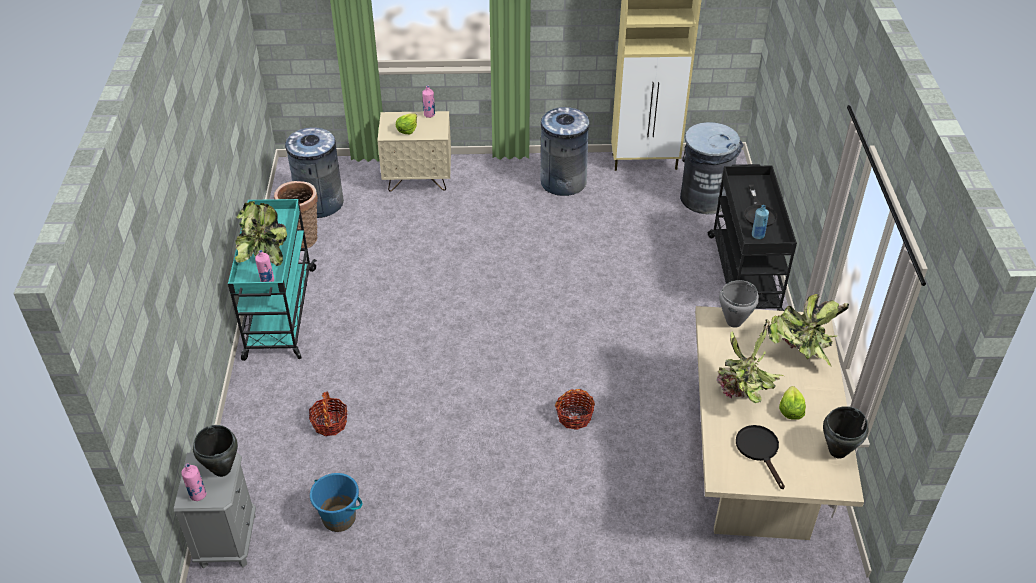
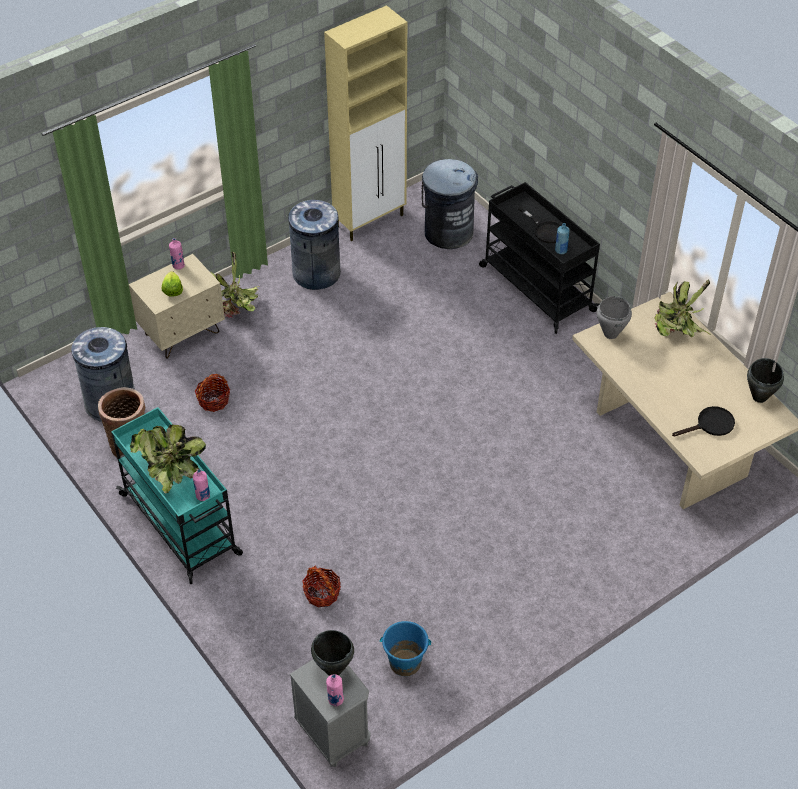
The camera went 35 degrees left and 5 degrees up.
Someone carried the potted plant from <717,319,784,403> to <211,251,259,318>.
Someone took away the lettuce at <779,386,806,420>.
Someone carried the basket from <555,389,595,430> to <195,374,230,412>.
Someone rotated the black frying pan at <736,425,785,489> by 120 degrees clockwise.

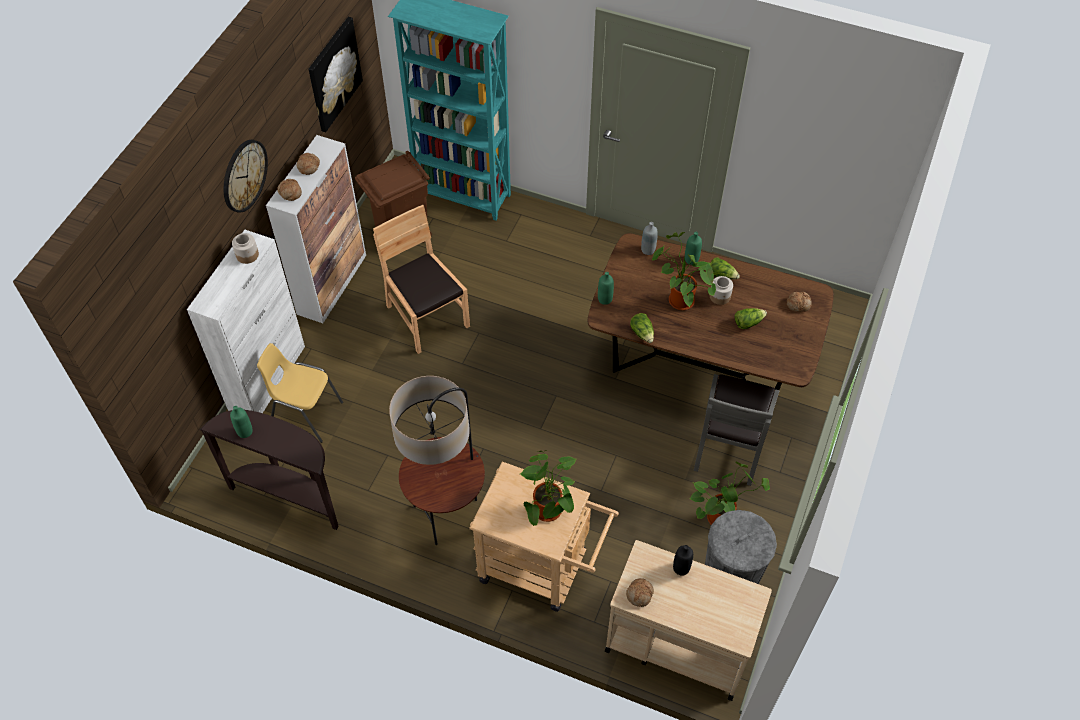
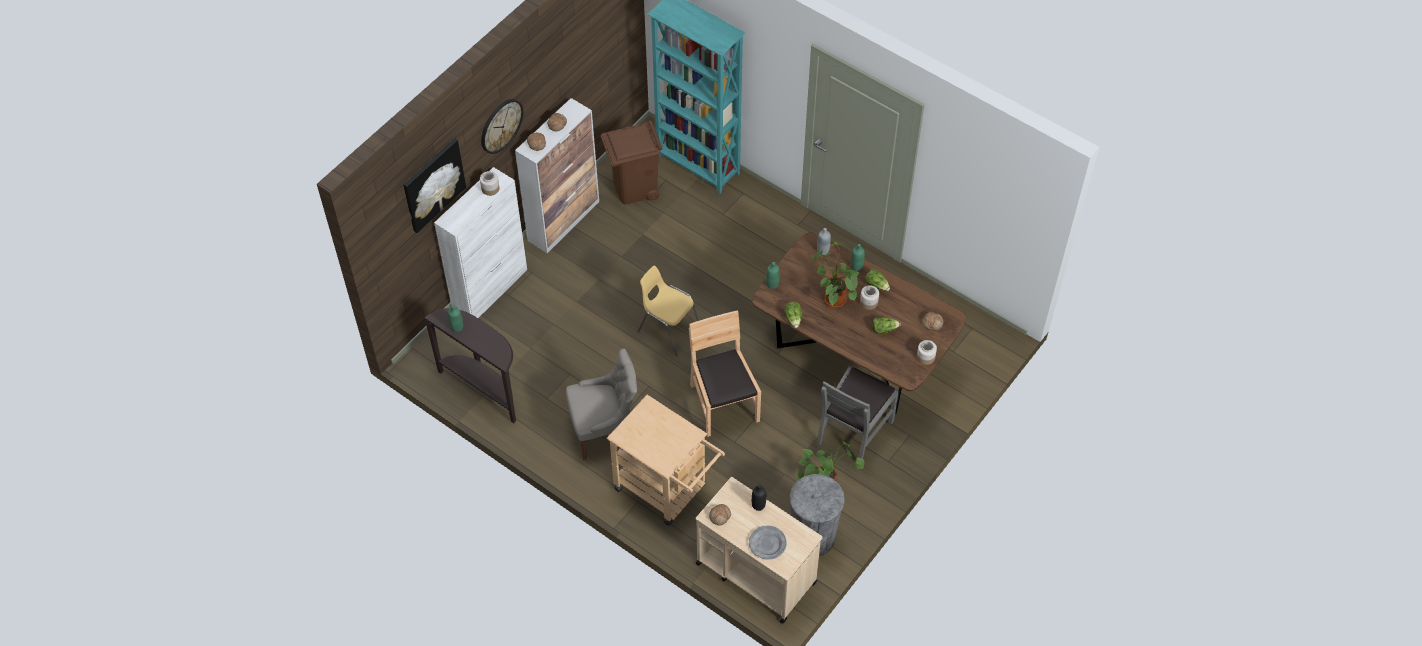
The camera went 15 degrees right and 0 degrees up.
Someone carried the picture from <309,17,363,132> to <403,138,466,233>.
Someone carried the brown chair from <373,205,470,354> to <689,310,761,437>.
Someone carried the yellow chair from <257,343,343,443> to <637,265,699,356>.
Someone swapped the floor lamp at <389,376,485,545> for the grey chair at <566,348,637,461>.
Someone took away the potted plant at <520,450,576,526>.
Someone put down the jar at <917,340,937,365>.
Someone put down the grey plate at <749,525,787,560>.

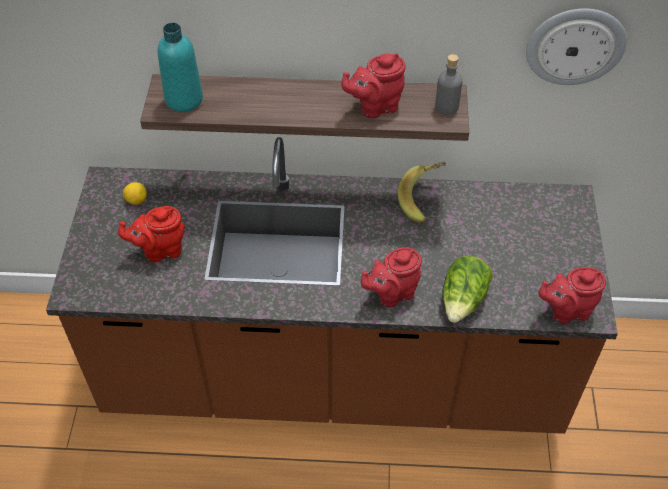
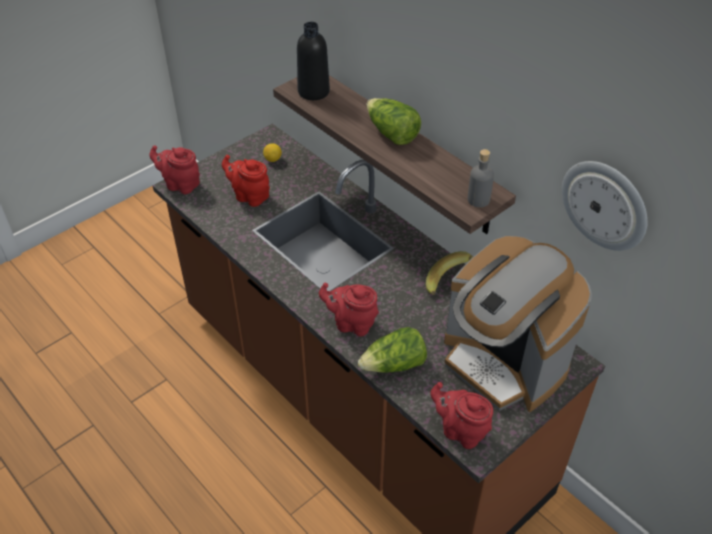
The camera went 45 degrees right and 5 degrees down.
Someone repainted the turquoise bottle at <158,23,203,112>, which became the black bottle at <297,22,330,100>.
Someone carried the red teapot from <341,53,406,118> to <149,145,200,194>.
Someone put down the lettuce at <366,98,421,145>.
Someone put down the coffee machine at <444,236,592,412>.

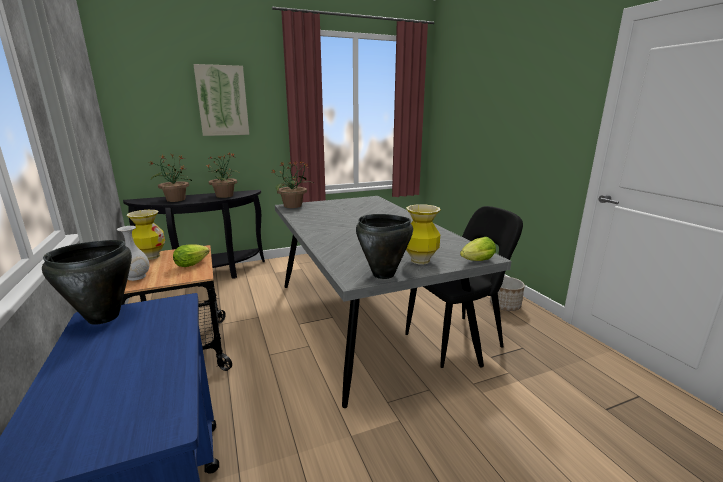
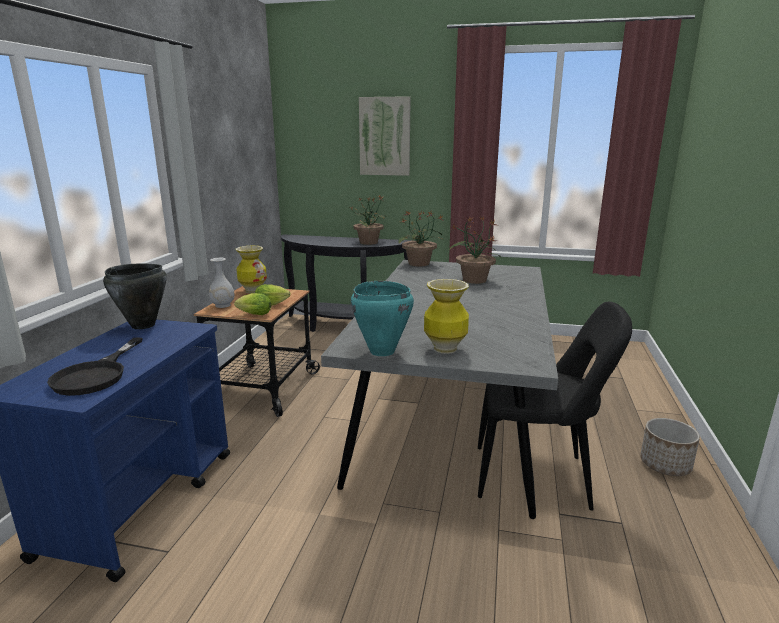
The camera went 35 degrees right and 0 degrees up.
Someone carried the potted plant from <149,154,192,202> to <449,216,501,284>.
Someone repainted the black cooking pot at <356,214,413,279>, which became the turquoise cooking pot at <351,281,414,356>.
Someone carried the lettuce from <460,237,496,261> to <234,293,271,315>.
Someone put down the black frying pan at <47,338,143,396>.

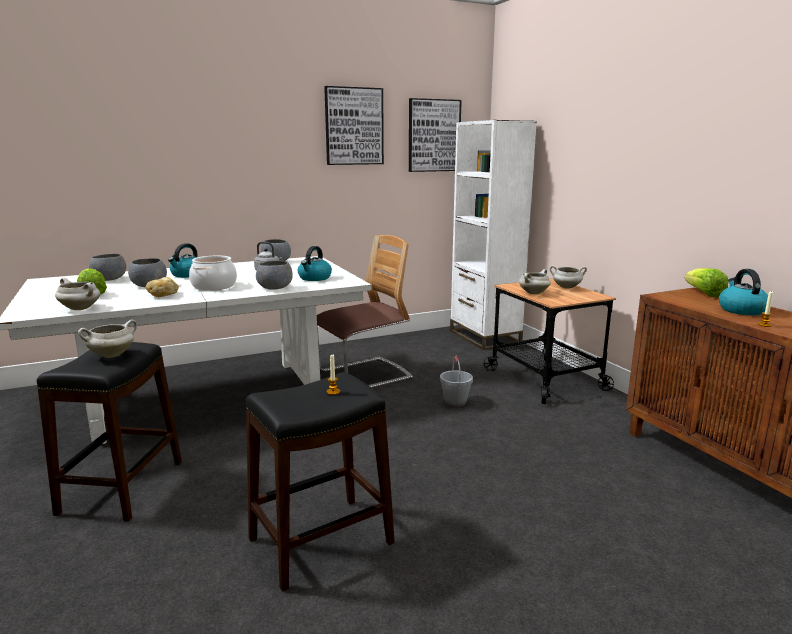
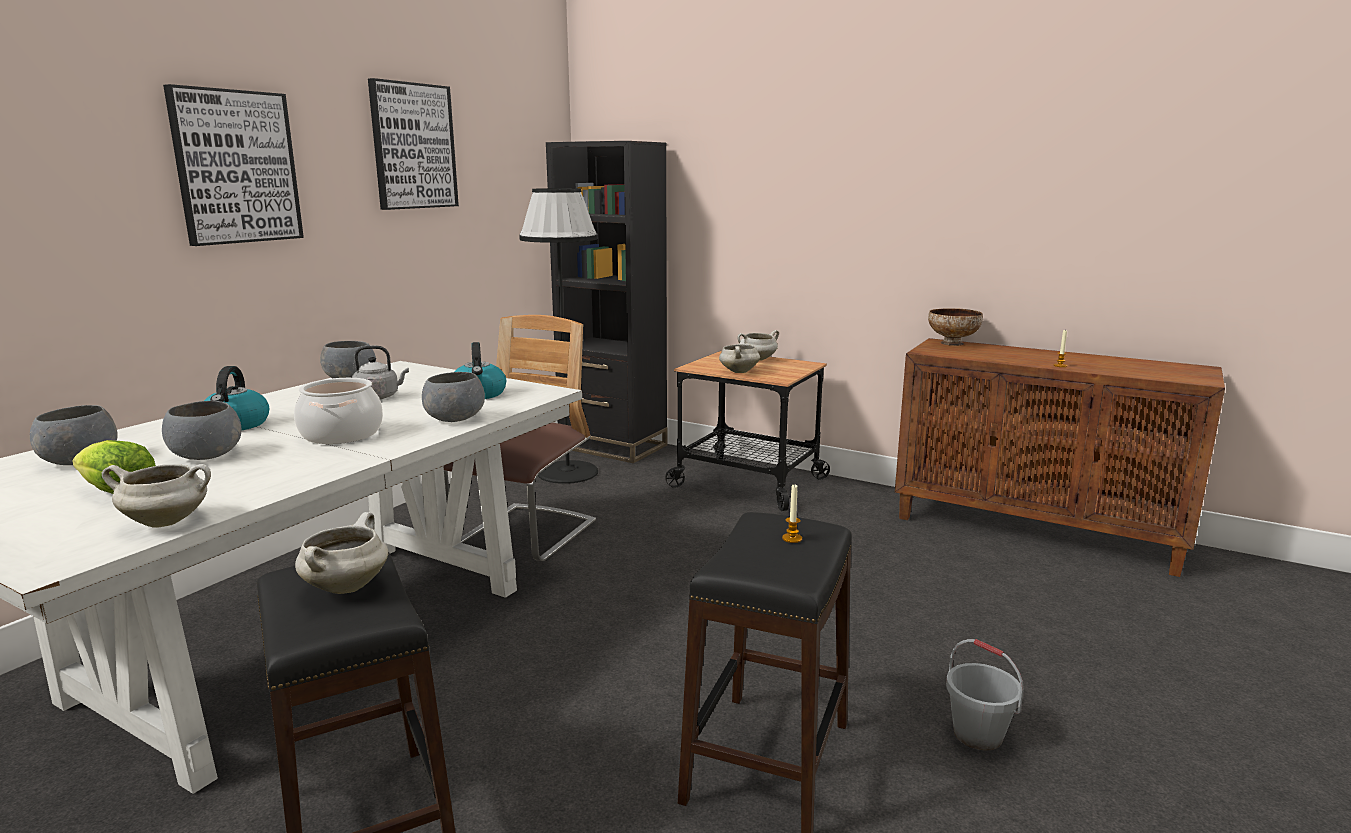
The camera went 35 degrees left and 0 degrees up.
Someone carried the picture from <409,98,462,172> to <163,84,304,246>.
Someone repainted the white bookcase at <450,120,537,350>, which became the black bookcase at <546,141,668,463>.
Someone swapped the lettuce at <684,268,728,297> for the bowl at <928,308,983,346>.
Someone took away the kettle at <719,269,768,315>.
Someone took away the bread at <146,277,179,297>.
Someone carried the grey bucket from <440,356,473,407> to <946,639,1024,750>.
Someone put down the black floor lamp at <519,188,598,484>.

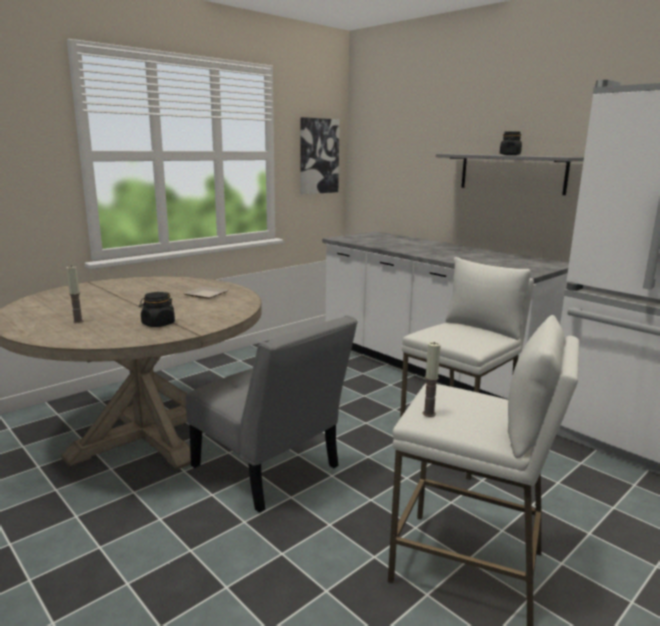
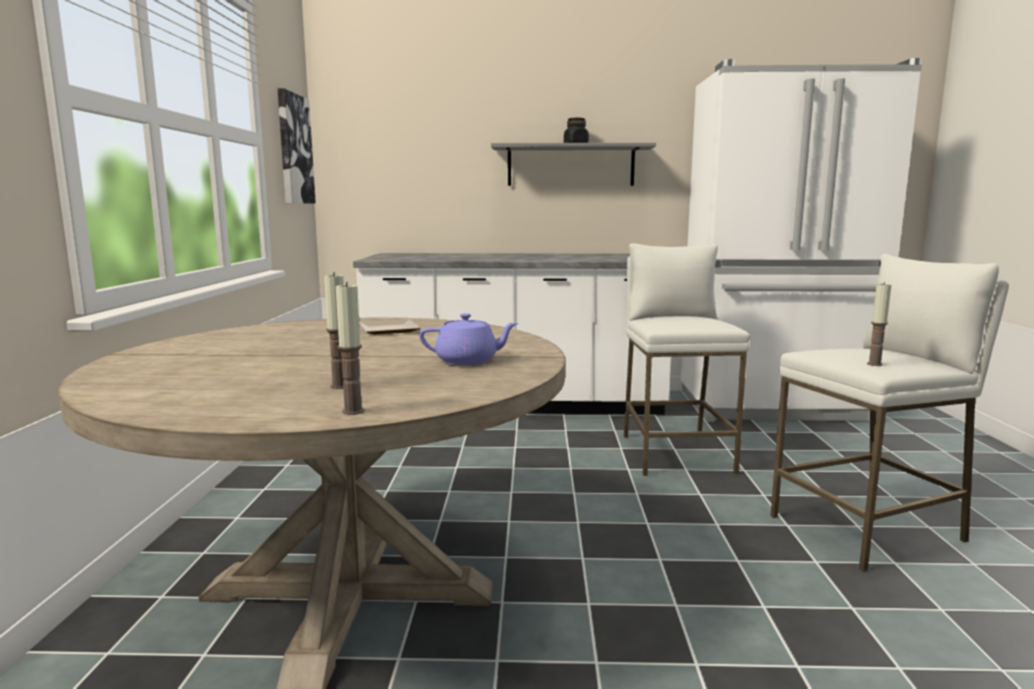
The camera went 45 degrees left and 5 degrees down.
Someone swapped the black jar at <139,292,175,327> for the purple teapot at <419,313,518,365>.
Someone took away the grey chair at <186,315,358,513>.
Someone put down the candle at <336,282,365,415>.

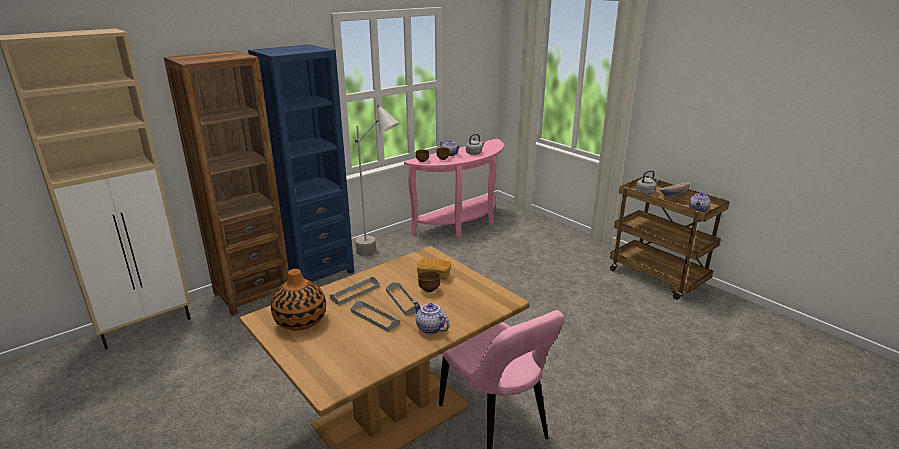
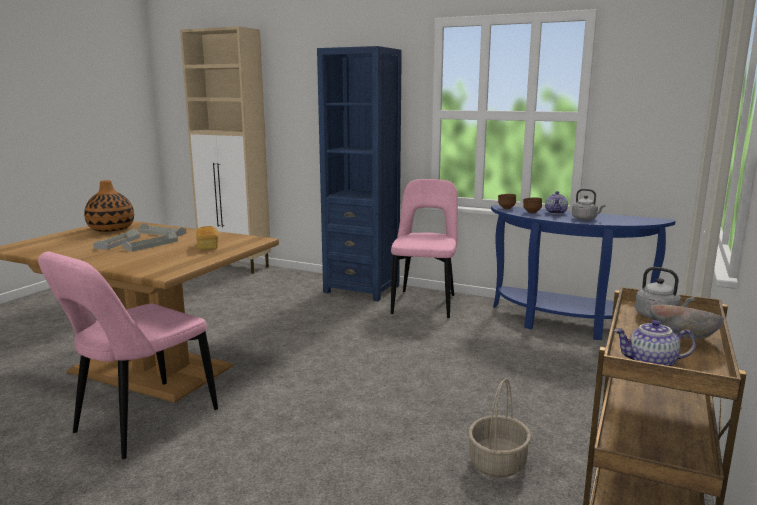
The camera went 65 degrees right and 10 degrees down.
Someone took away the brown bookcase at <164,51,289,316>.
Someone swapped the grey floor lamp at <353,105,399,256> for the pink chair at <391,179,458,318>.
Someone repainted the pink console table at <404,139,504,237>, which became the blue console table at <491,205,676,340>.
Someone took away the brown bowl at <418,271,440,293>.
Someone took away the teapot at <413,301,449,334>.
Someone put down the basket at <468,378,531,478>.

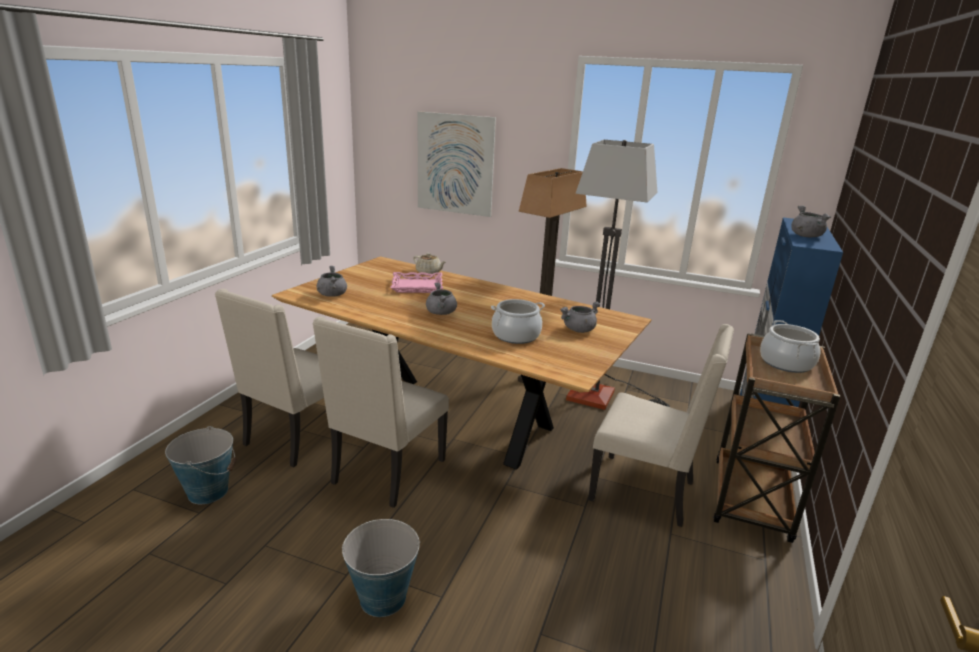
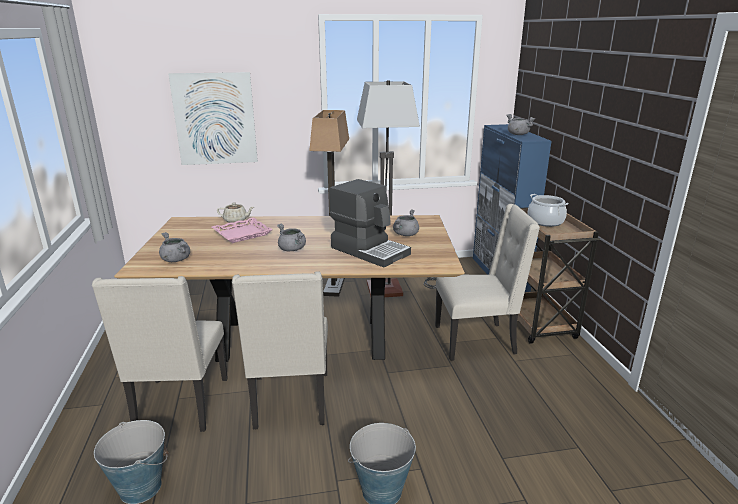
The camera went 30 degrees left and 0 degrees up.
Someone swapped the cooking pot at <491,299,545,344> for the coffee machine at <329,179,411,267>.

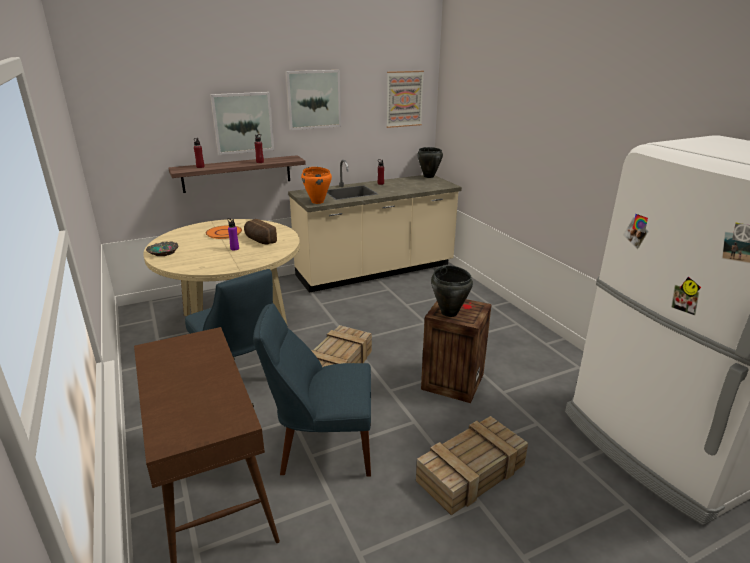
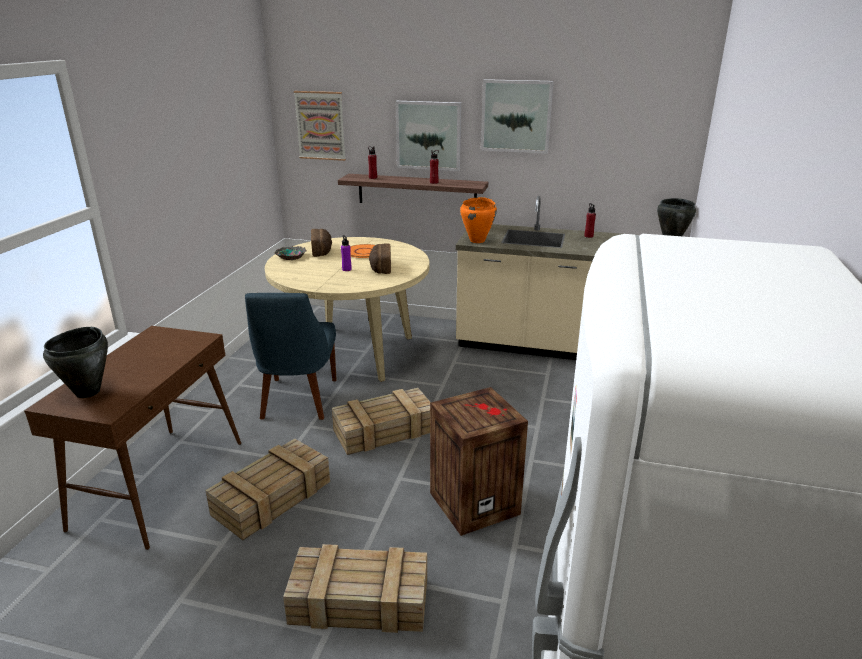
The camera went 40 degrees right and 0 degrees up.
Someone carried the picture from <386,71,424,128> to <294,91,346,161>.
Someone carried the black cooking pot from <431,265,473,317> to <43,327,108,398>.
Someone swapped the blue chair at <253,303,371,477> for the crate at <205,438,330,540>.
Someone put down the bread at <311,229,332,257>.

